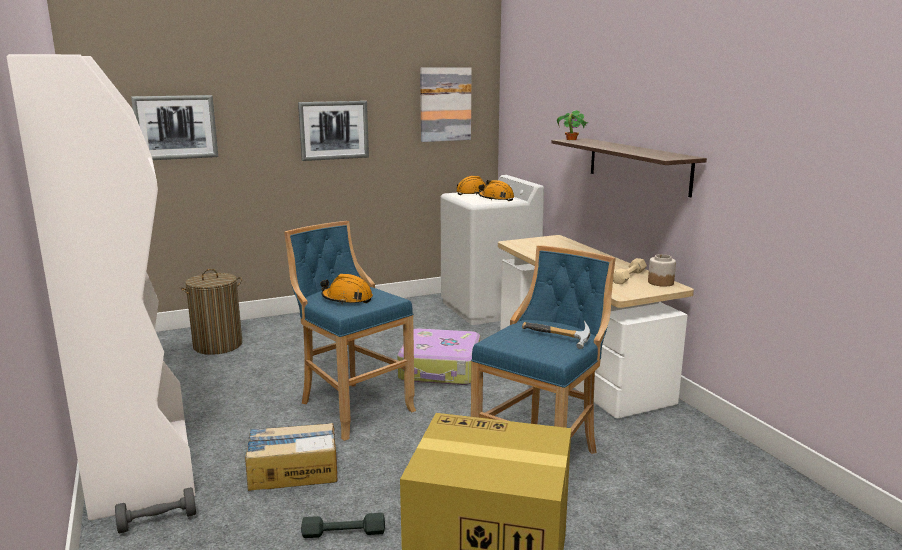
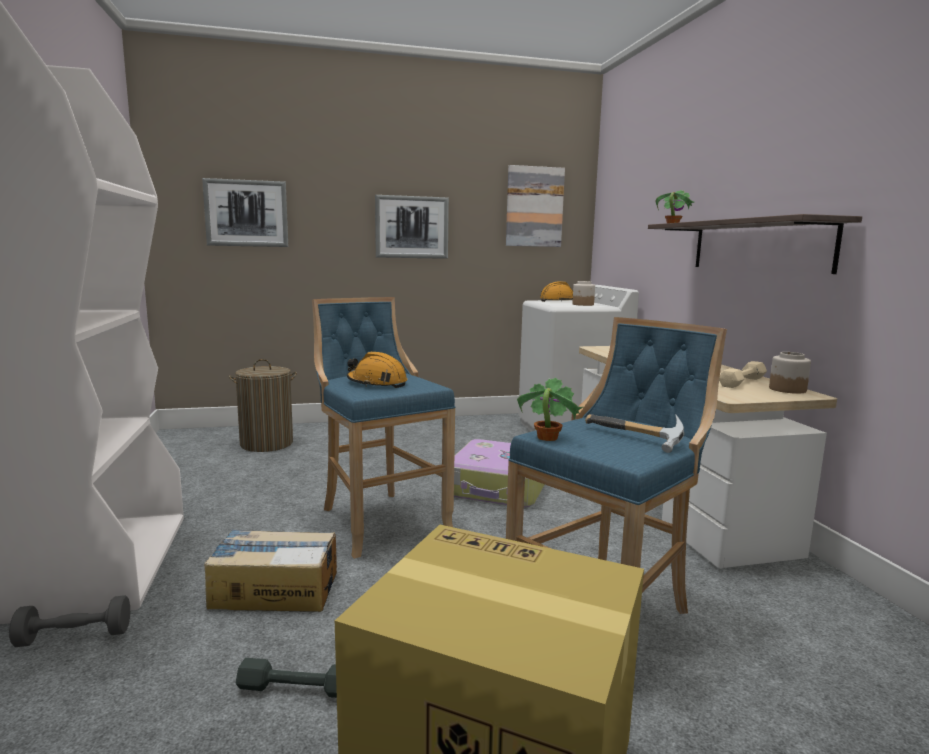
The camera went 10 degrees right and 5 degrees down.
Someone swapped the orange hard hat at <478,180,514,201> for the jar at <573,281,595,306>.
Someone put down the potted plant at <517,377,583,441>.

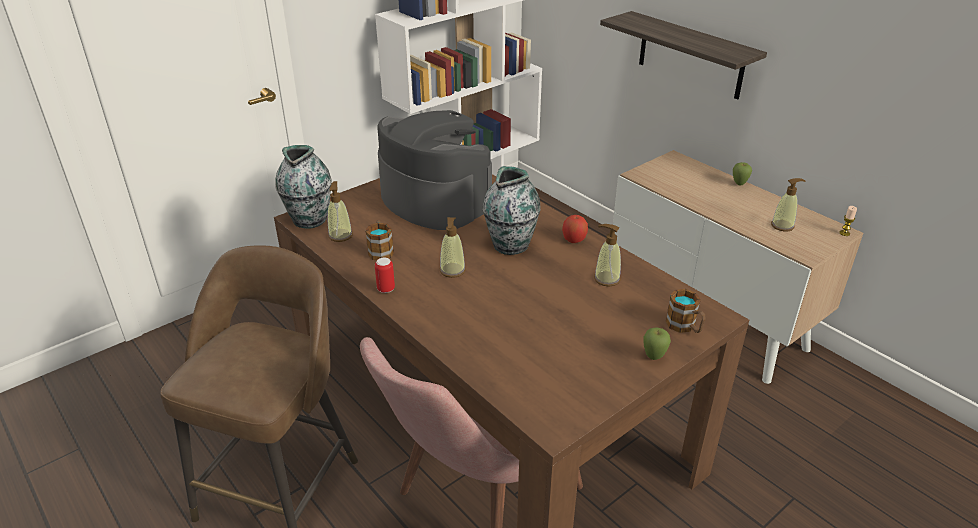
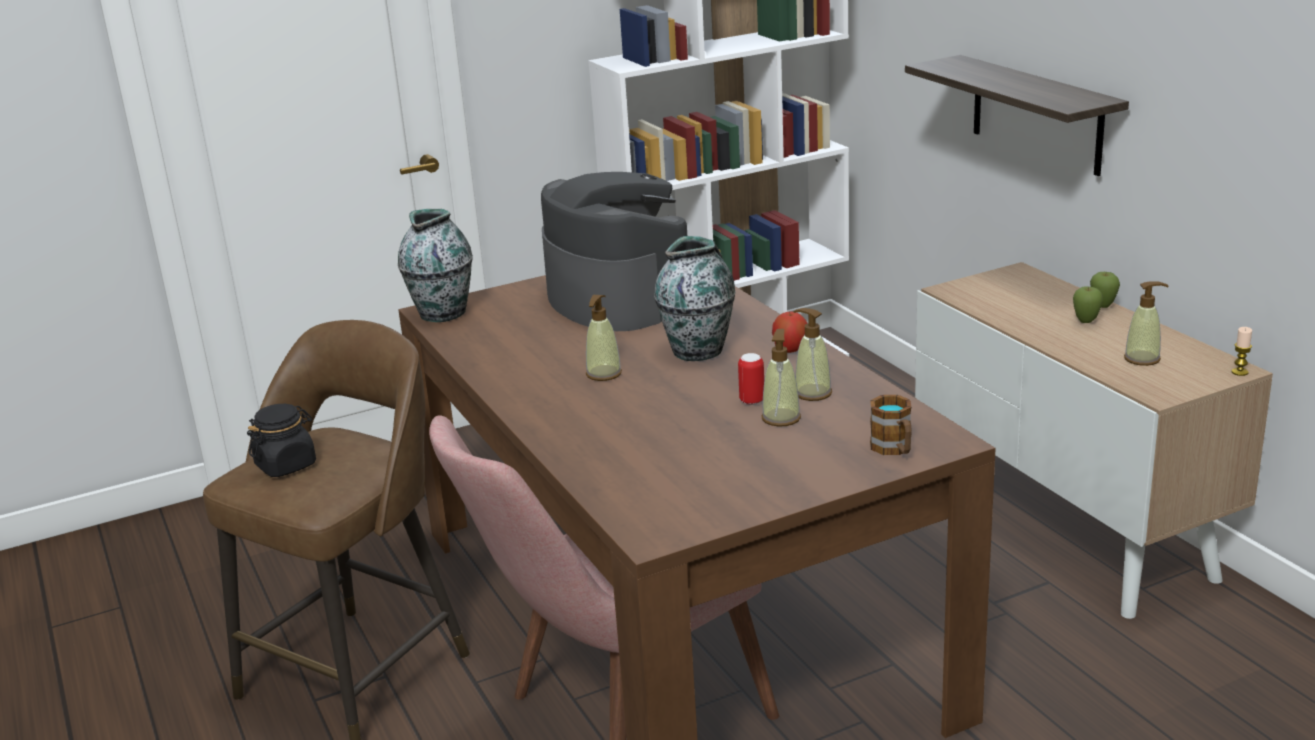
The camera went 15 degrees right and 10 degrees down.
Someone carried the soap dispenser from <328,181,353,242> to <761,329,801,427>.
Someone took away the mug at <365,220,394,260>.
Someone carried the can from <375,257,395,293> to <738,353,764,405>.
Someone carried the apple from <643,327,671,360> to <1073,286,1103,323>.
Someone put down the black jar at <247,404,316,477>.

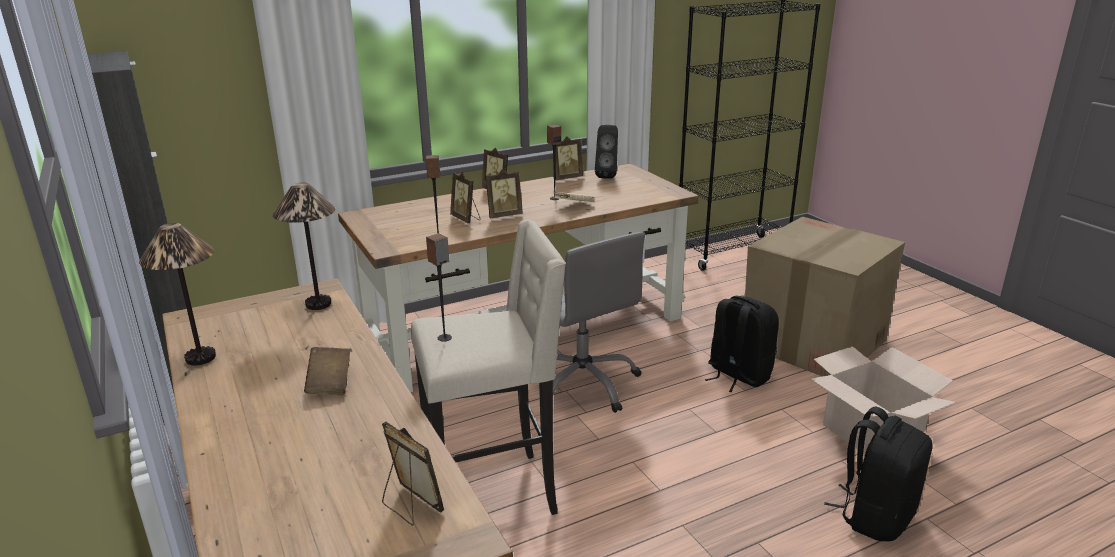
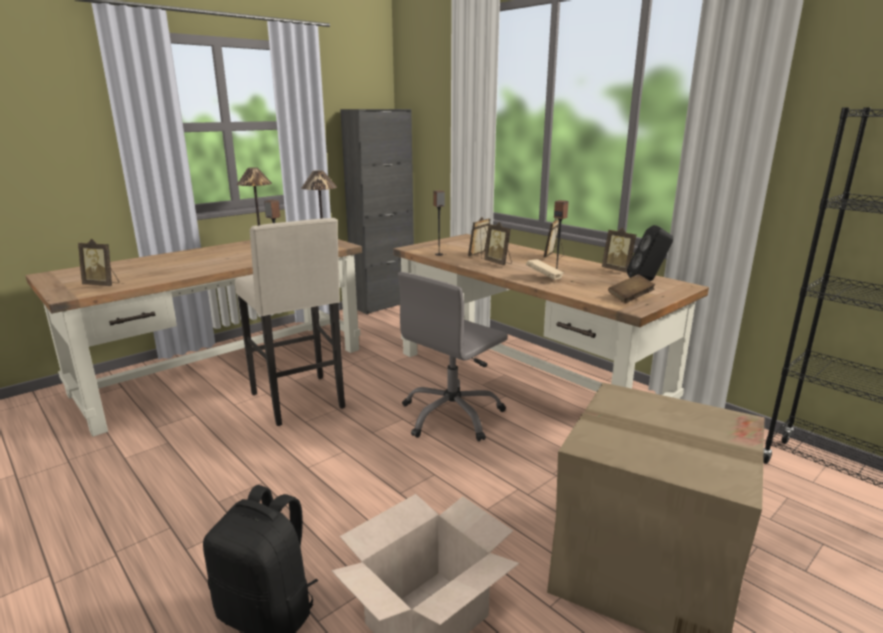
The camera went 75 degrees right and 5 degrees down.
Someone took away the black backpack at <705,296,779,392>.
Someone carried the brown book from <304,347,350,395> to <608,274,655,303>.
Someone rotated the picture frame at <382,422,444,526> by 75 degrees clockwise.

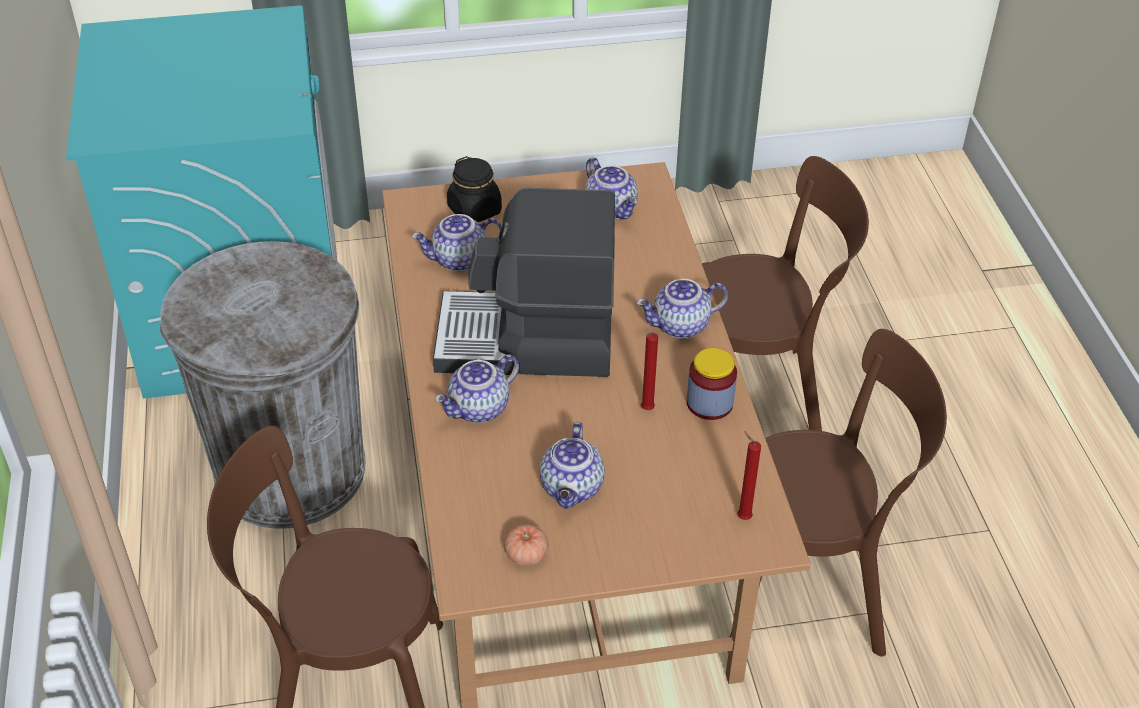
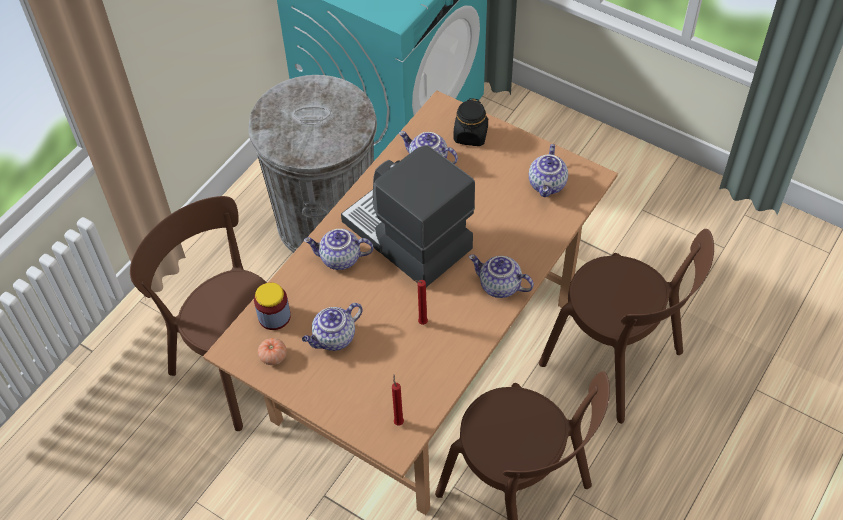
The camera went 45 degrees right and 10 degrees up.
Someone carried the jar from <687,348,737,420> to <254,282,291,330>.

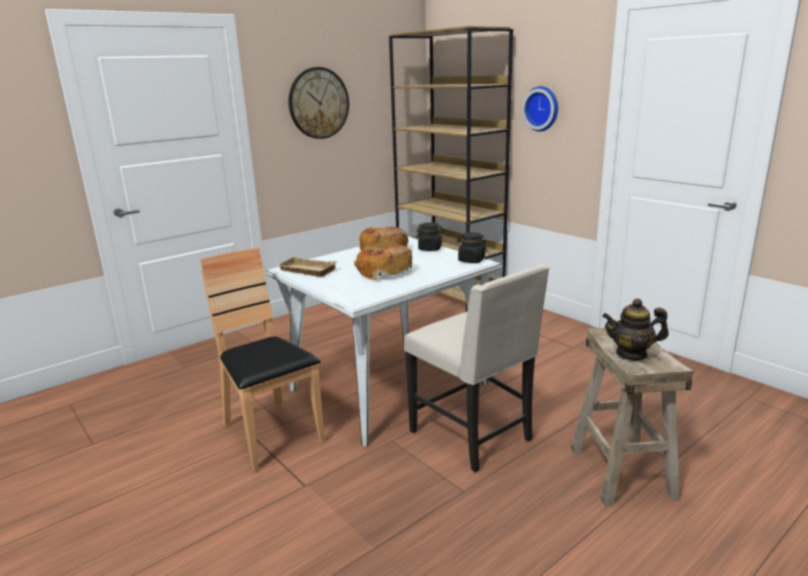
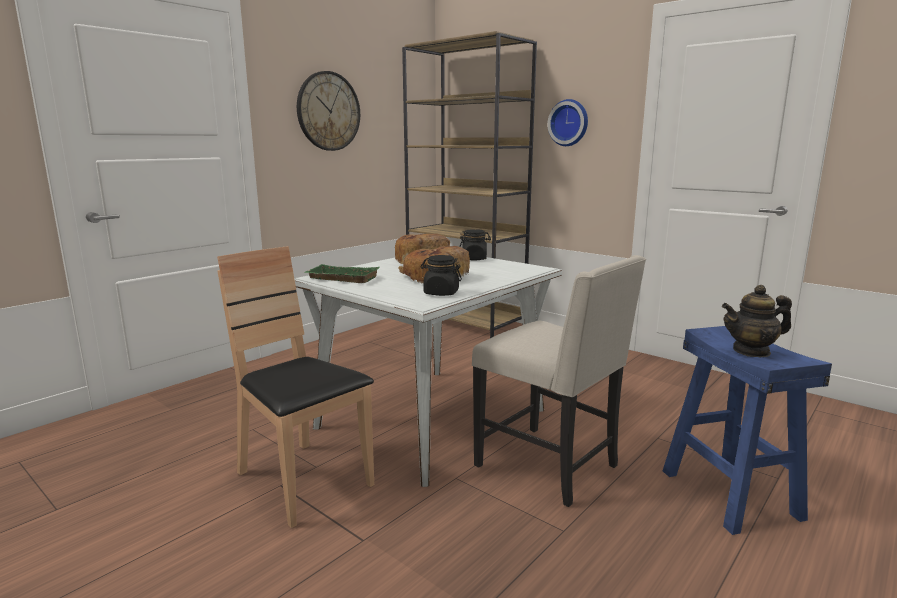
The camera went 10 degrees left and 5 degrees down.
Someone carried the black jar from <456,232,487,263> to <421,255,462,296>.
Someone repainted the beige tray at <275,256,338,277>, which became the green tray at <304,264,379,283>.
Someone repainted the beige stool at <571,328,693,507>, which became the blue stool at <663,326,832,535>.

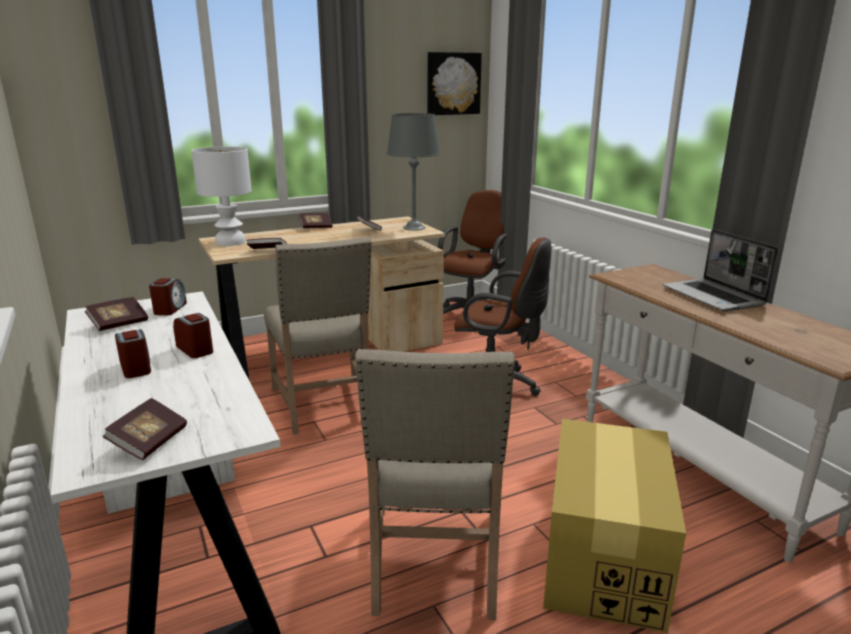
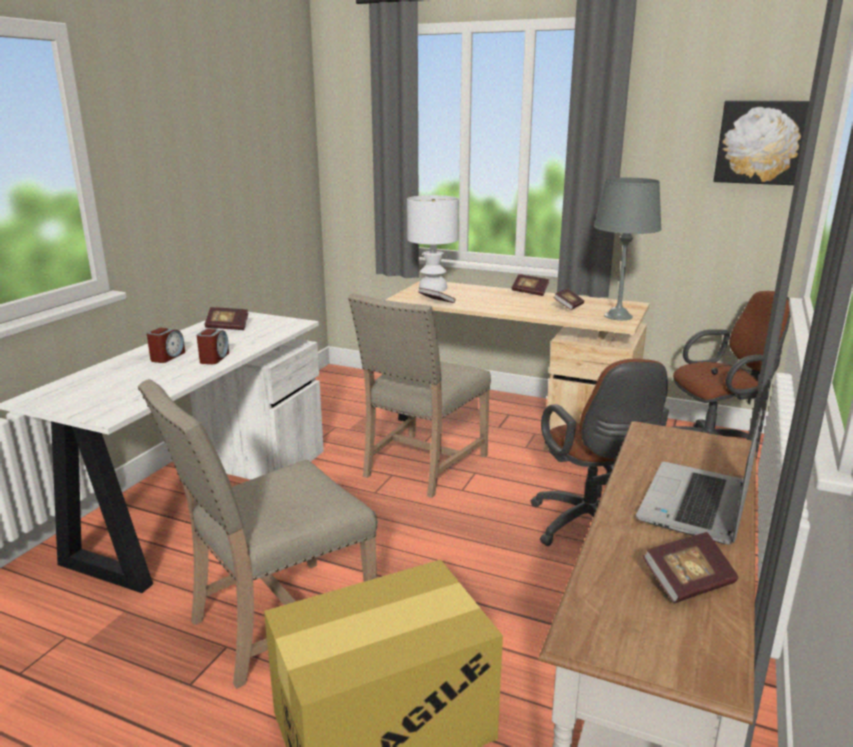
The camera went 50 degrees right and 0 degrees up.
Someone took away the alarm clock at <149,278,187,315>.
Someone carried the book from <103,398,187,460> to <643,532,738,603>.

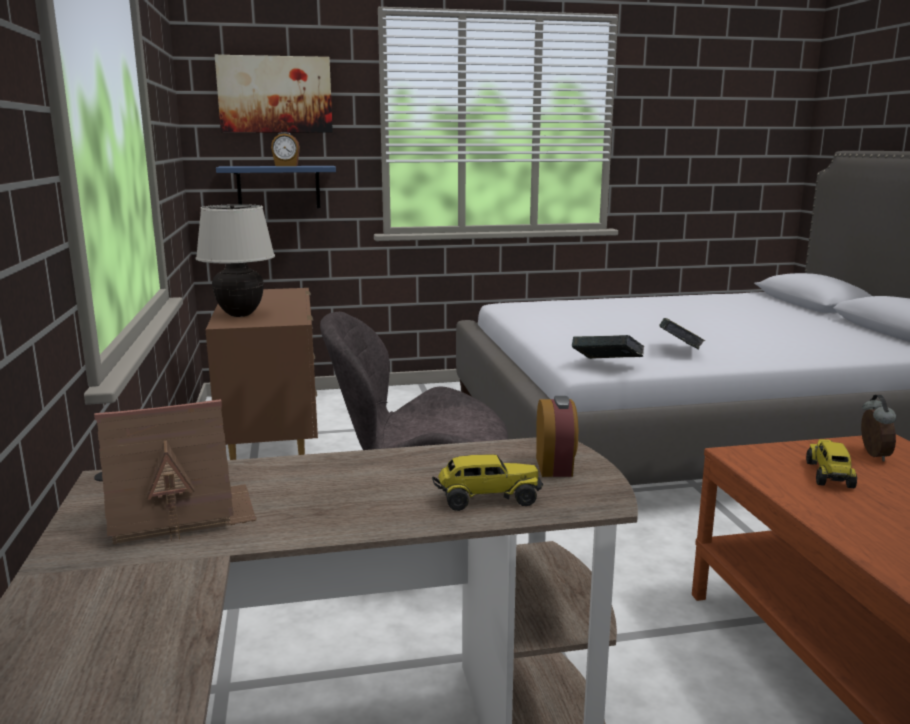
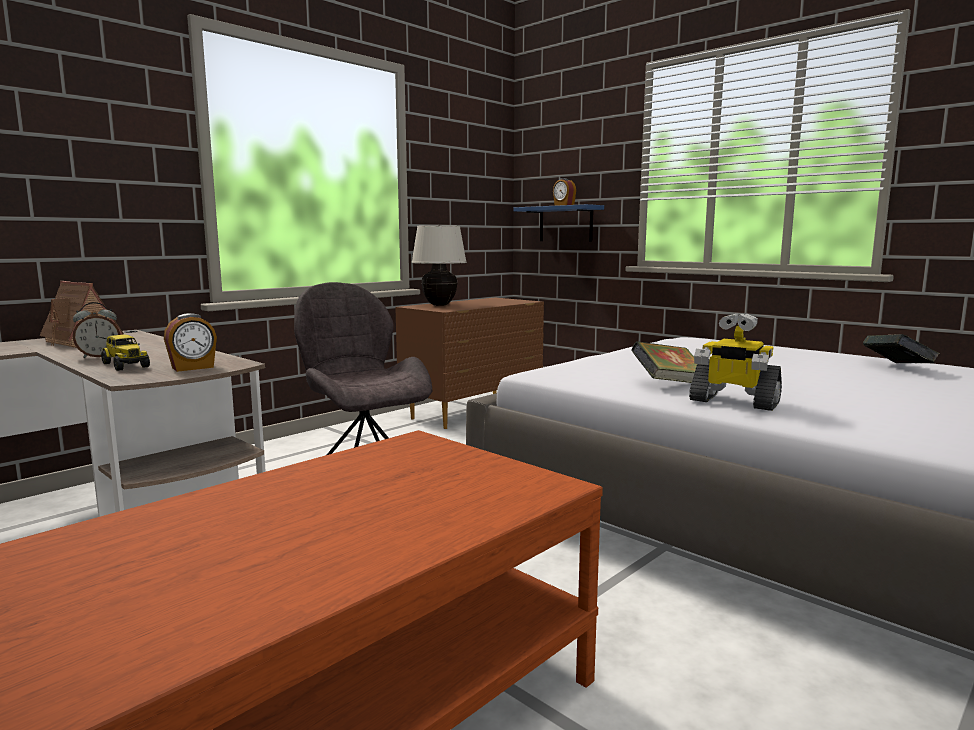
The camera went 55 degrees right and 5 degrees down.
Someone took away the picture at <215,55,333,133>.
Someone carried the book from <572,335,644,359> to <863,334,940,363>.
Someone carried the alarm clock from <861,395,896,461> to <73,302,120,359>.
Someone took away the toy truck at <806,439,857,488>.
Someone put down the toy robot at <689,313,782,411>.

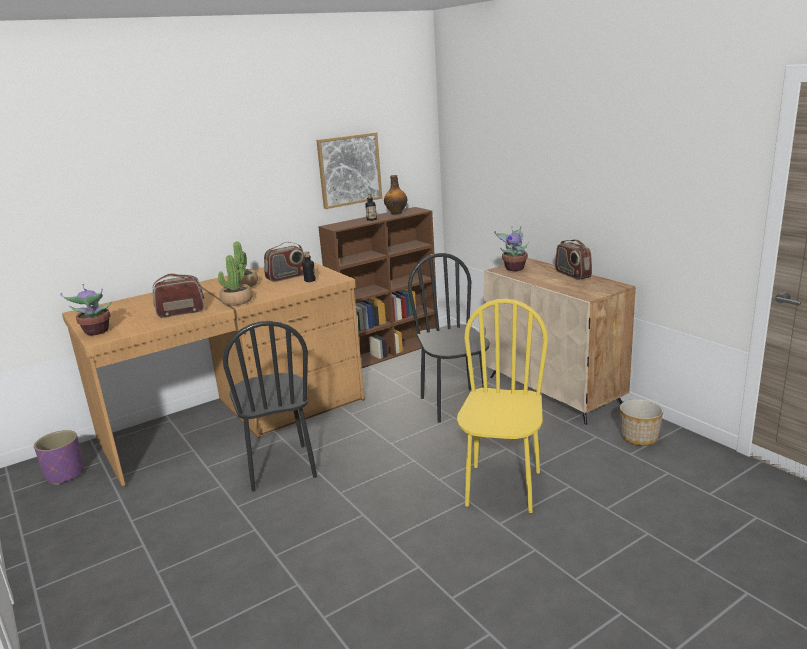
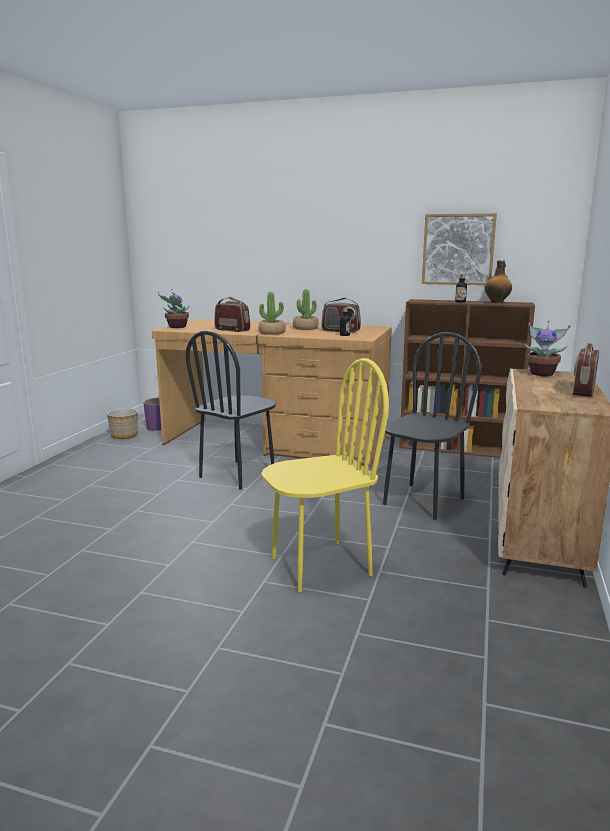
The camera went 50 degrees right and 5 degrees down.
Someone carried the planter from <620,399,663,446> to <107,408,138,439>.

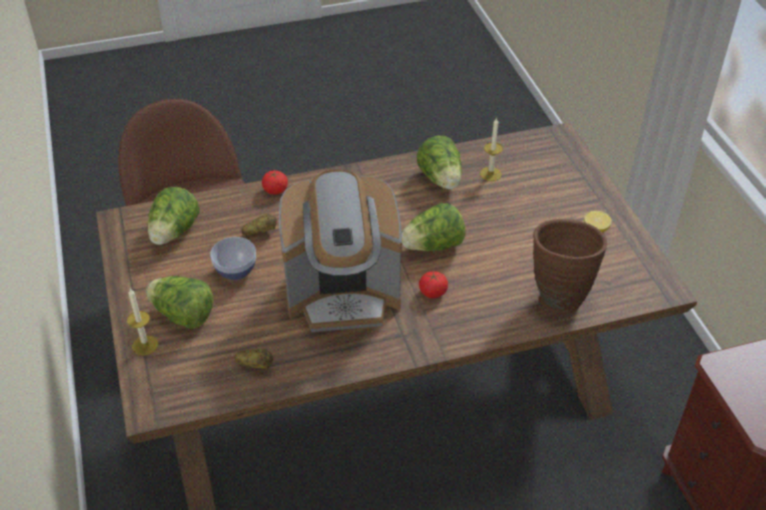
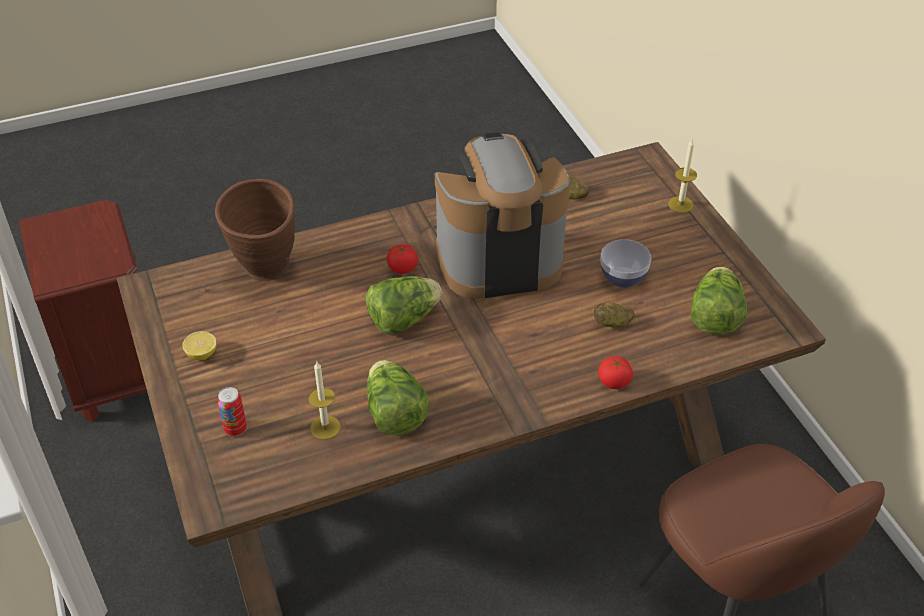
The camera went 175 degrees right and 0 degrees up.
Someone took away the lettuce at <146,276,214,329>.
Someone put down the can at <217,387,247,436>.

